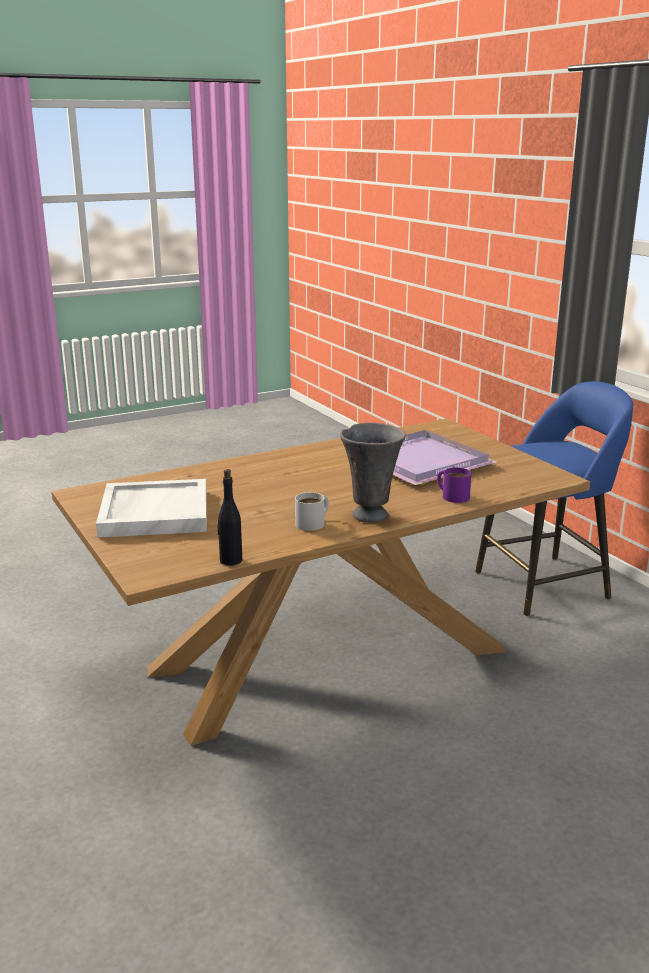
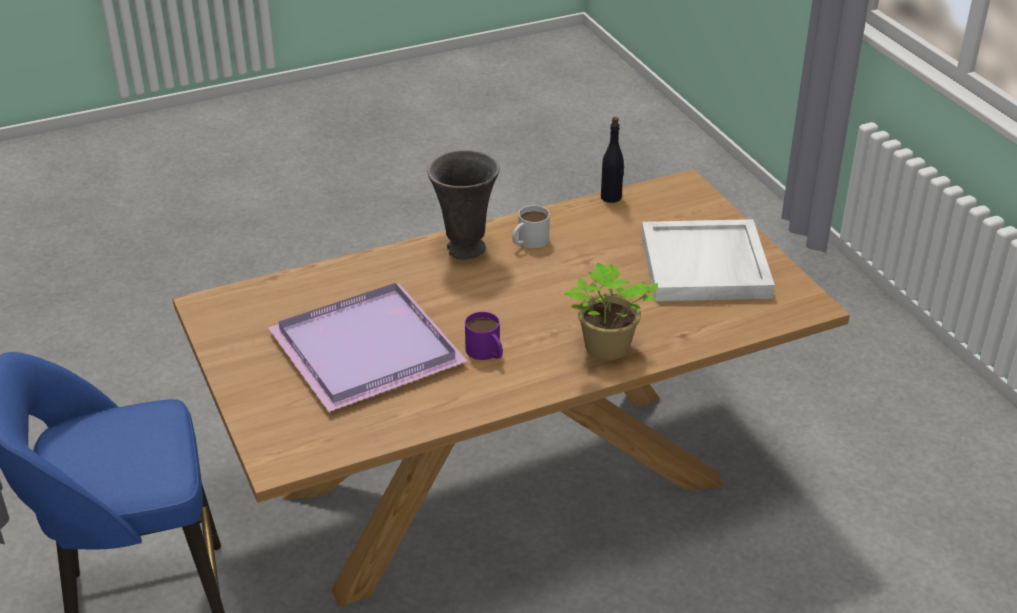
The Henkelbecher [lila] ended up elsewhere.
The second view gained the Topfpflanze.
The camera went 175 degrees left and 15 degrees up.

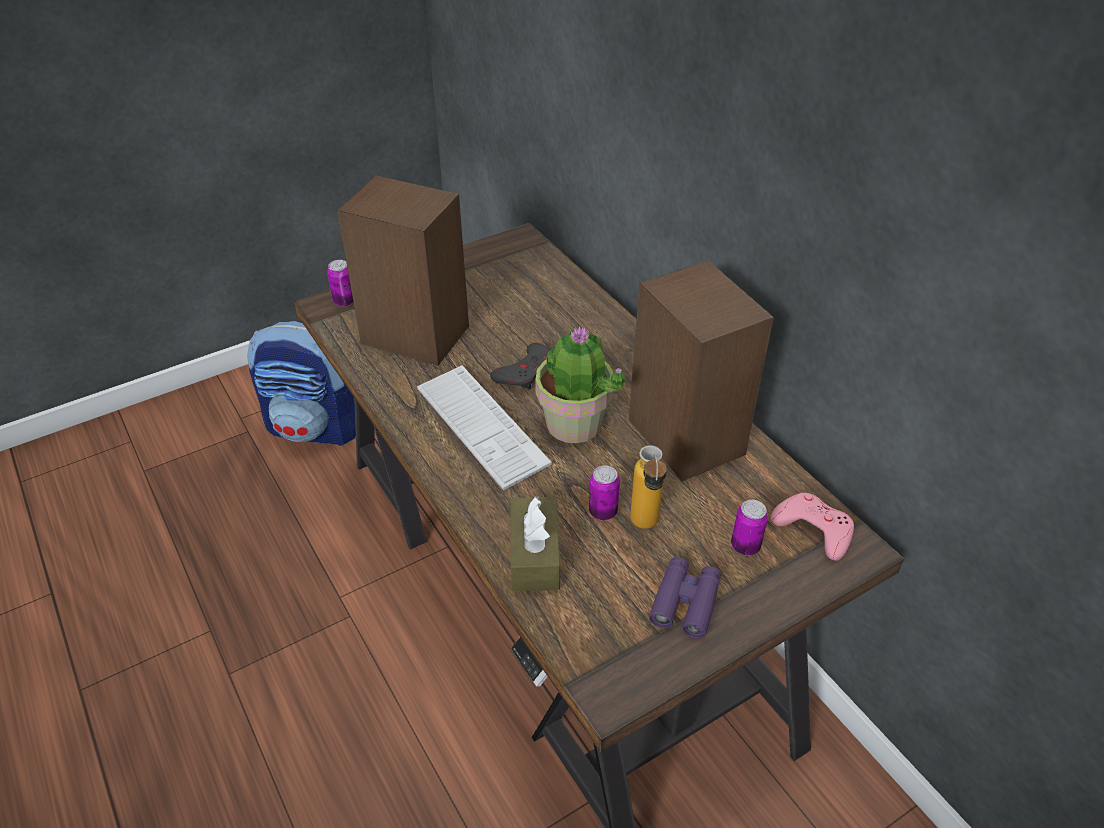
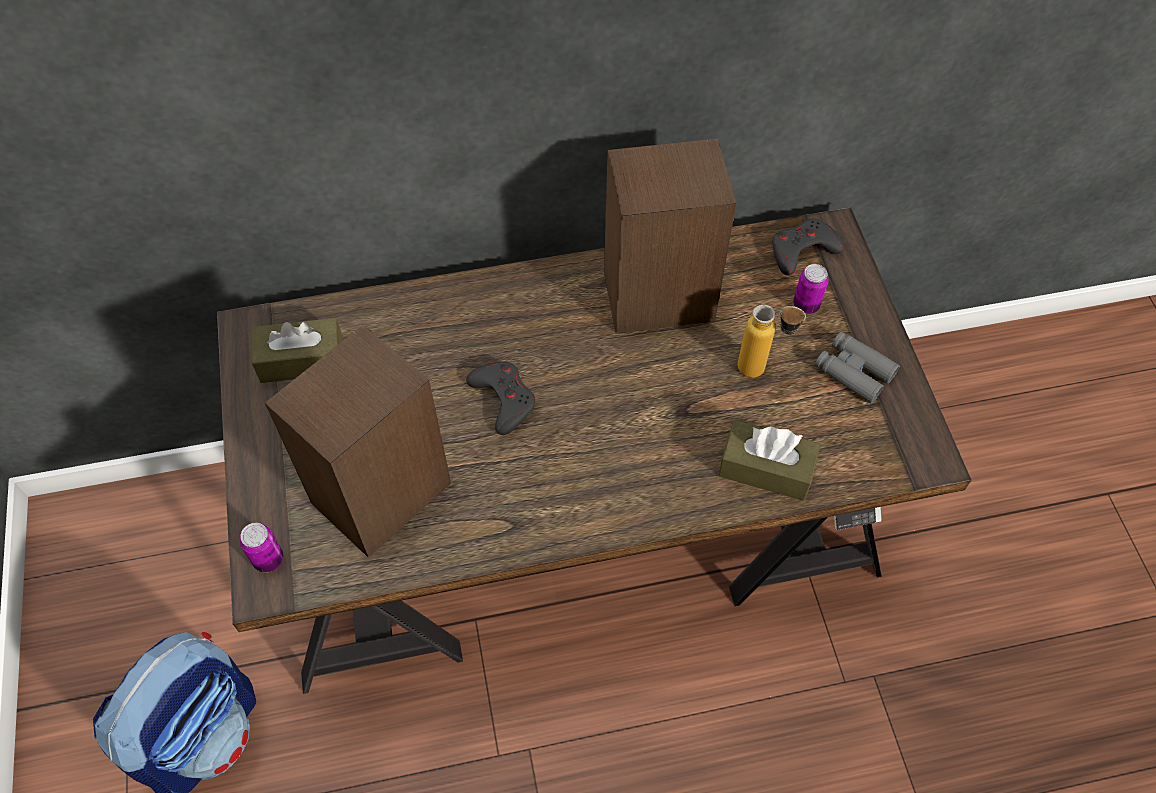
The second view lost the Topfpflanze.
The second view lost the Tastatur.
The second view lost the Dose (no. 2 from left).
What was the Gamepad [rosa] turned into the Gamepad [grau] (no. 2 from left).
What was the Fernglas [lila] turned into the Fernglas [grau].
The second view gained the Taschentuchbox [braun] (no. 1 from left).
The camera went 70 degrees left and 15 degrees up.

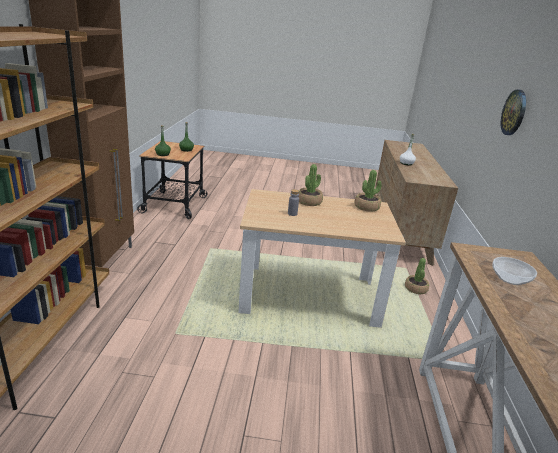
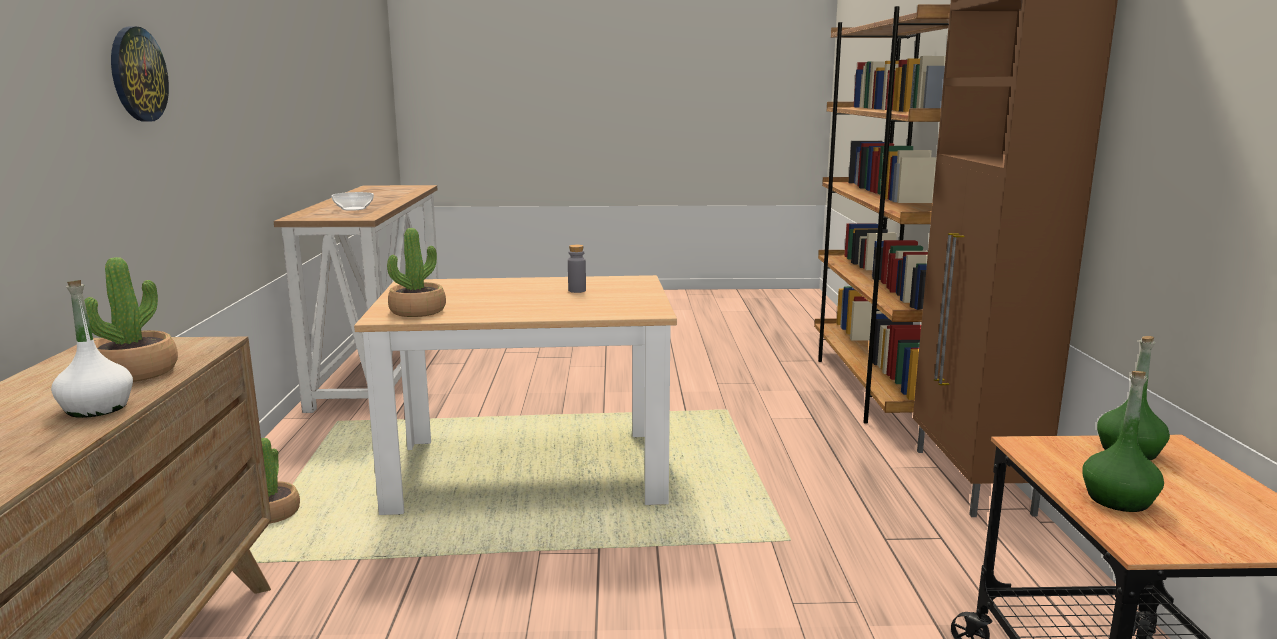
The Topfpflanze (no. 1 from left) ended up elsewhere.
The camera went 175 degrees right and 10 degrees down.

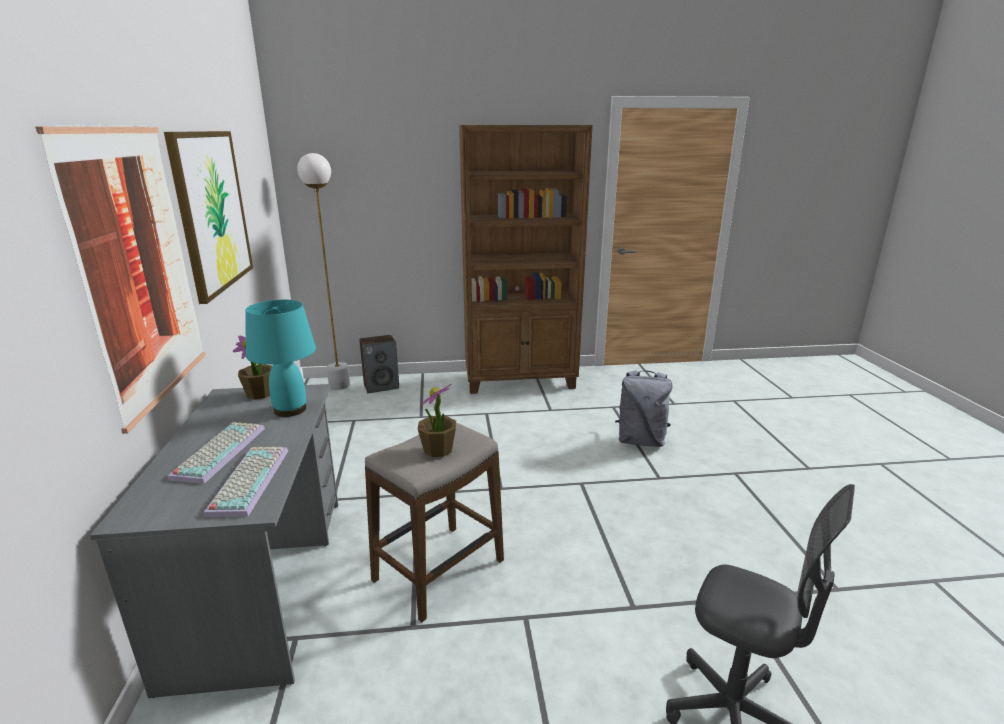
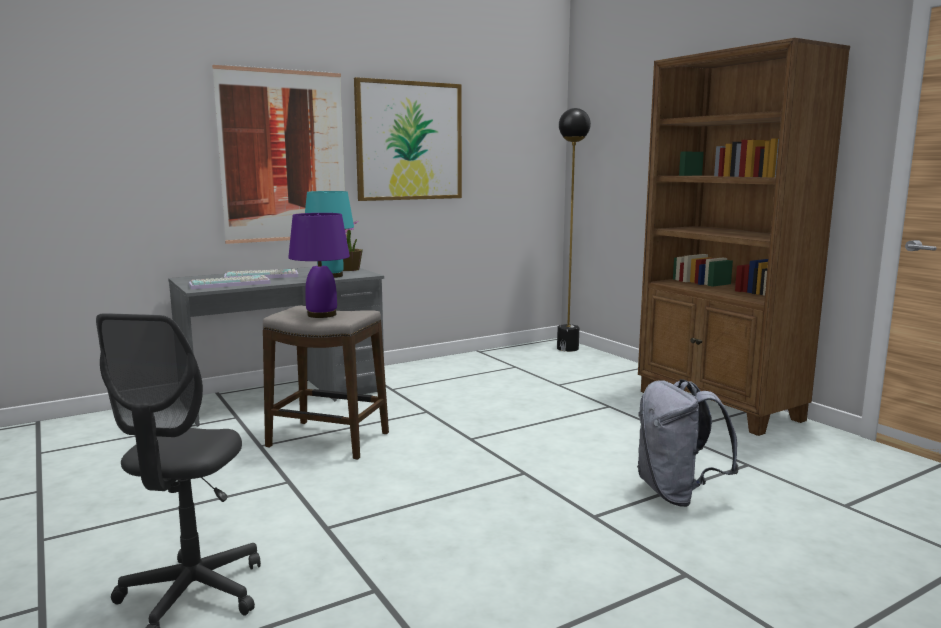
What was the Stehlampe [weiß] turned into the Stehlampe [schwarz].
The second view lost the Lautsprecher.
Where the Topfpflanze (no. 2 from left) stood, the Tischlampe [lila] came to stand.
The camera went 65 degrees right and 10 degrees down.

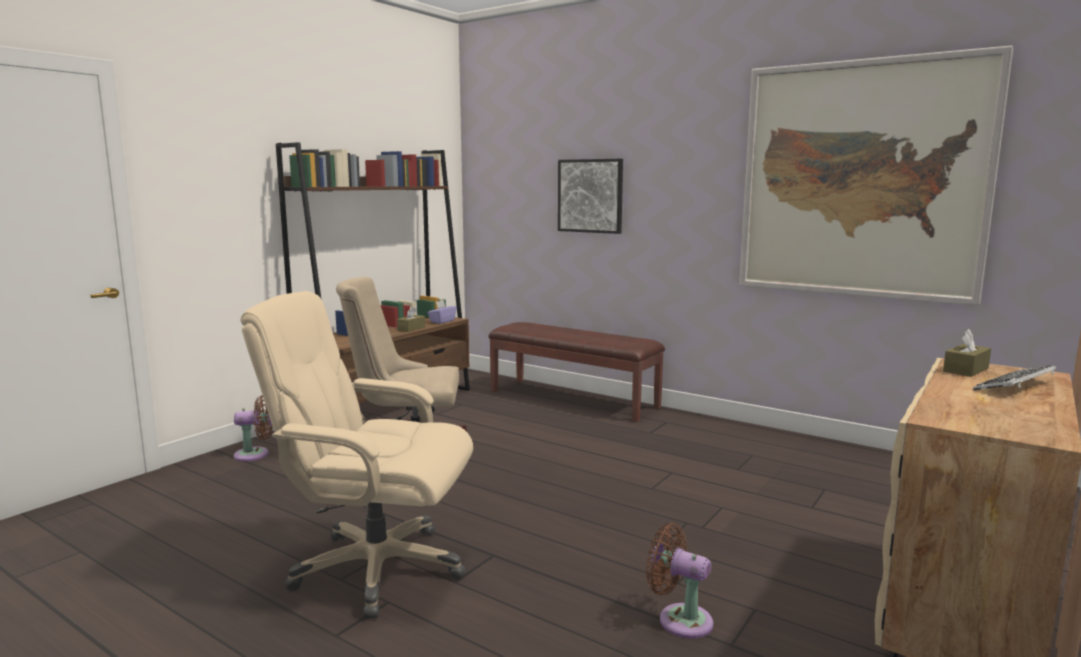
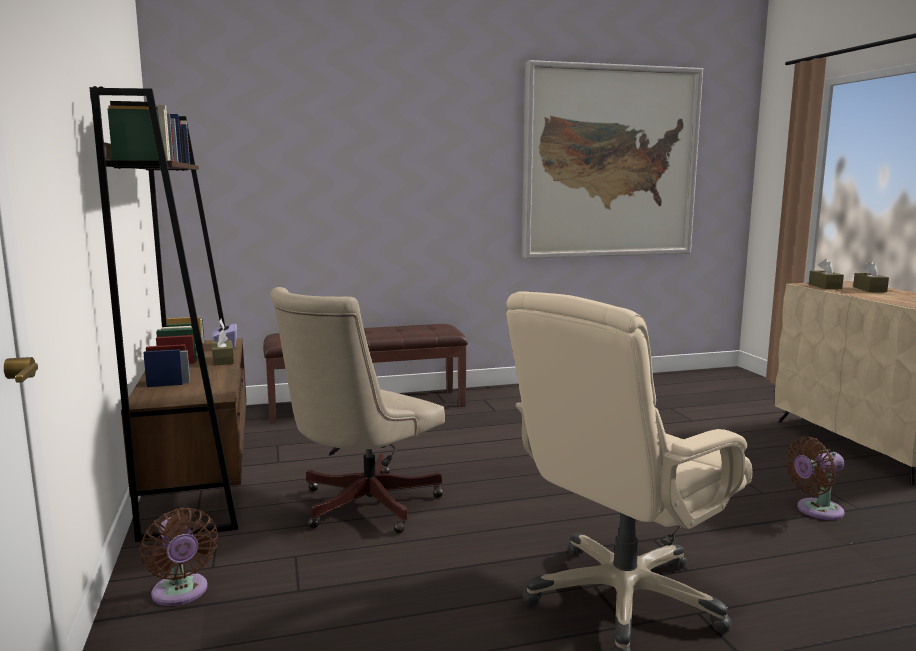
The second view lost the Bild (no. 1 from left).
Where the Tastatur stood, the Taschentuchbox [braun] (no. 3 from left) came to stand.
The Ventilator [braun] (no. 1 from left) ended up facing another way, 120 degrees clockwise from before.
The camera went 50 degrees left and 0 degrees up.

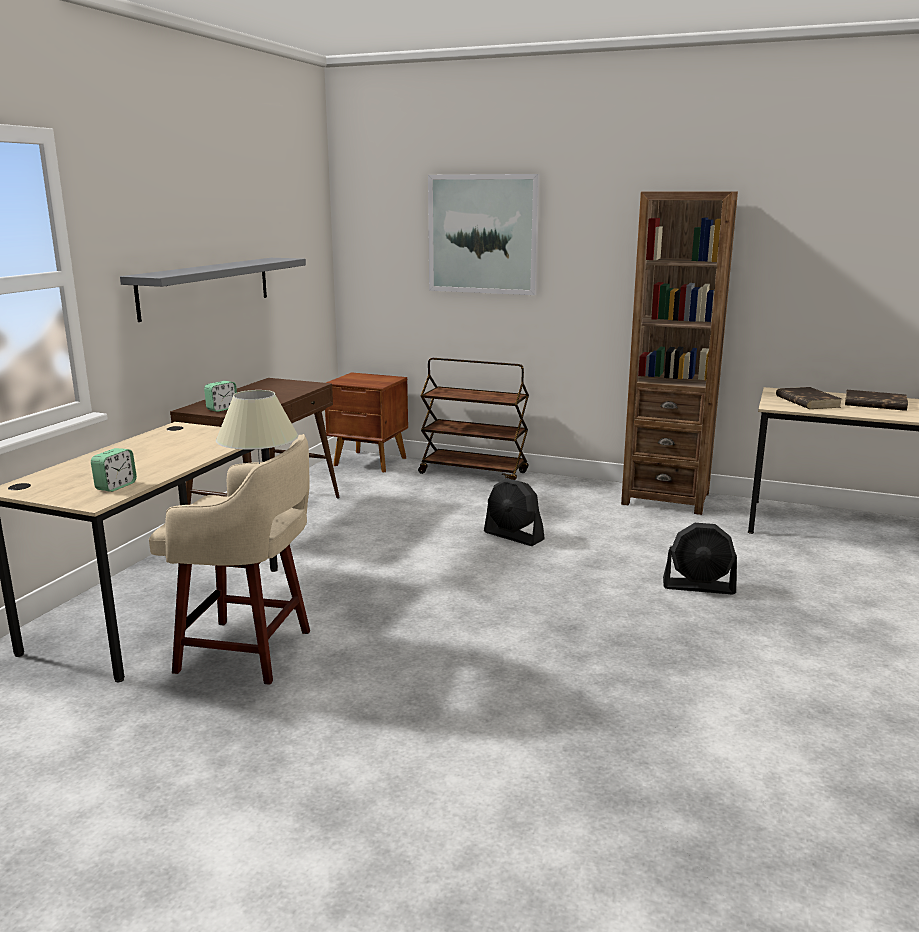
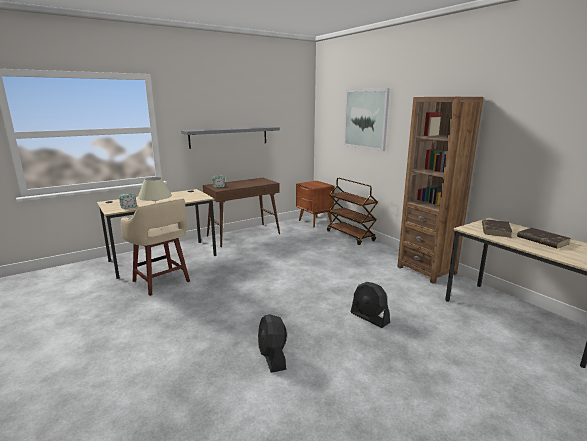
The Ventilator [schwarz] (no. 1 from left) ended up elsewhere.
The camera went 35 degrees right and 0 degrees up.

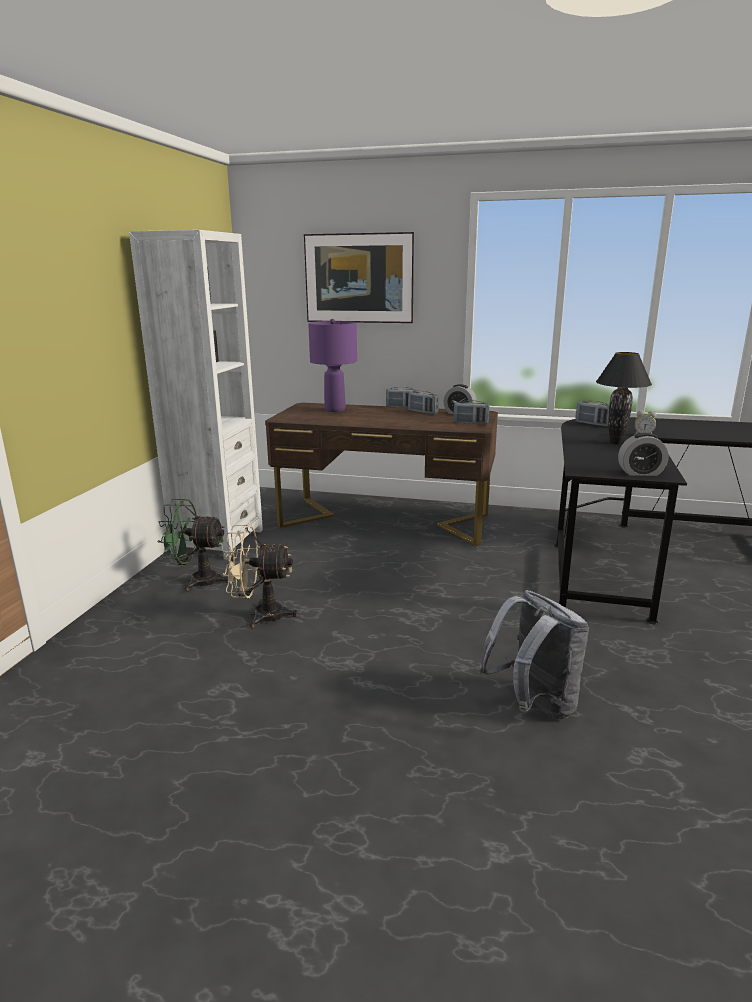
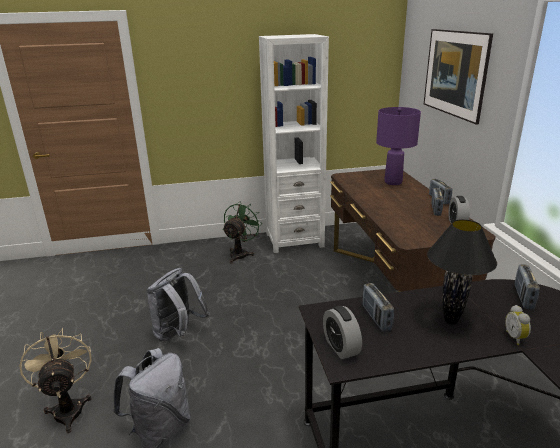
The Radio (no. 3 from left in the first image) ended up elsewhere.
The Ventilator [grün] ended up facing another way, 45 degrees clockwise from before.
The Ventilator [beige] ended up elsewhere.
The second view gained the Rucksack [grau] (no. 2 from left).
The camera went 65 degrees right and 5 degrees up.

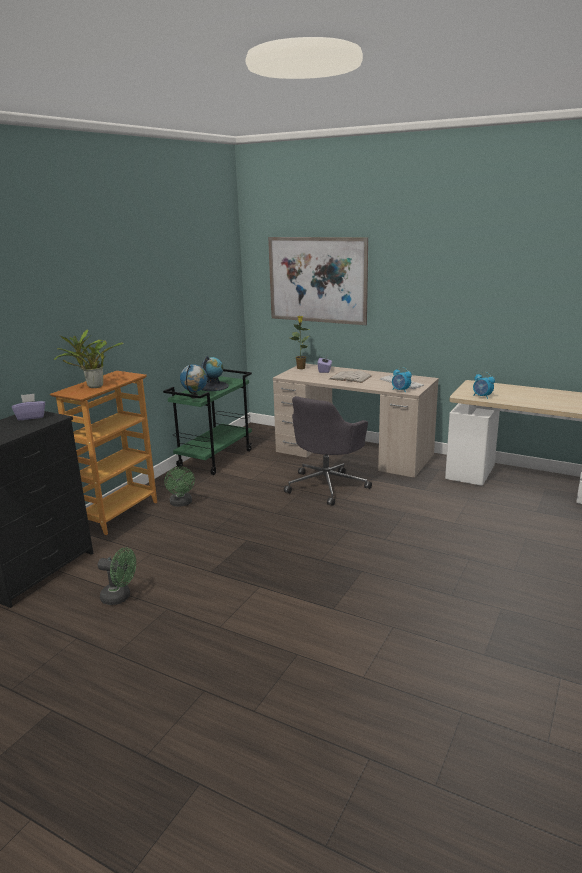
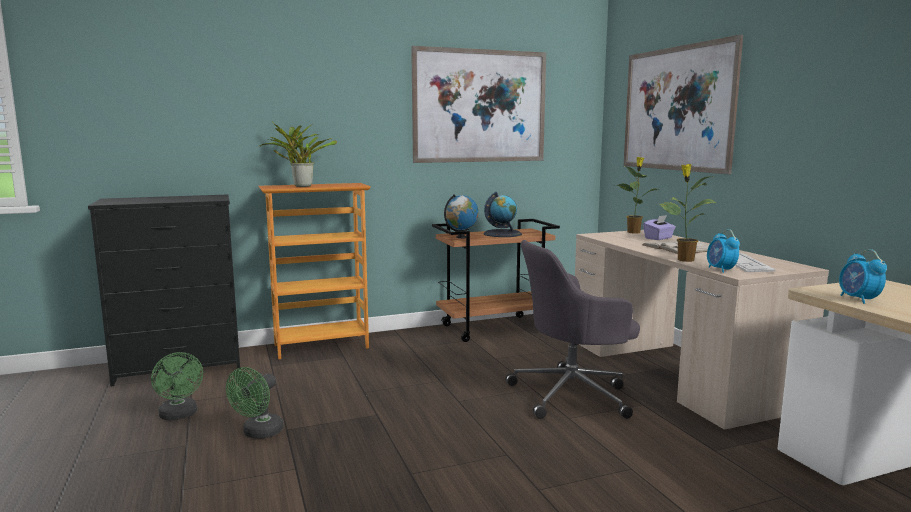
What was the Rollwagen [grün] turned into the Rollwagen [braun].
The second view lost the Taschentuchbox [lila] (no. 1 from left).
The Ventilator [grün] (no. 2 from left) ended up elsewhere.
The second view gained the Bild (no. 1 from left).
The second view gained the Topfpflanze (no. 3 from left).
The camera went 40 degrees right and 10 degrees down.

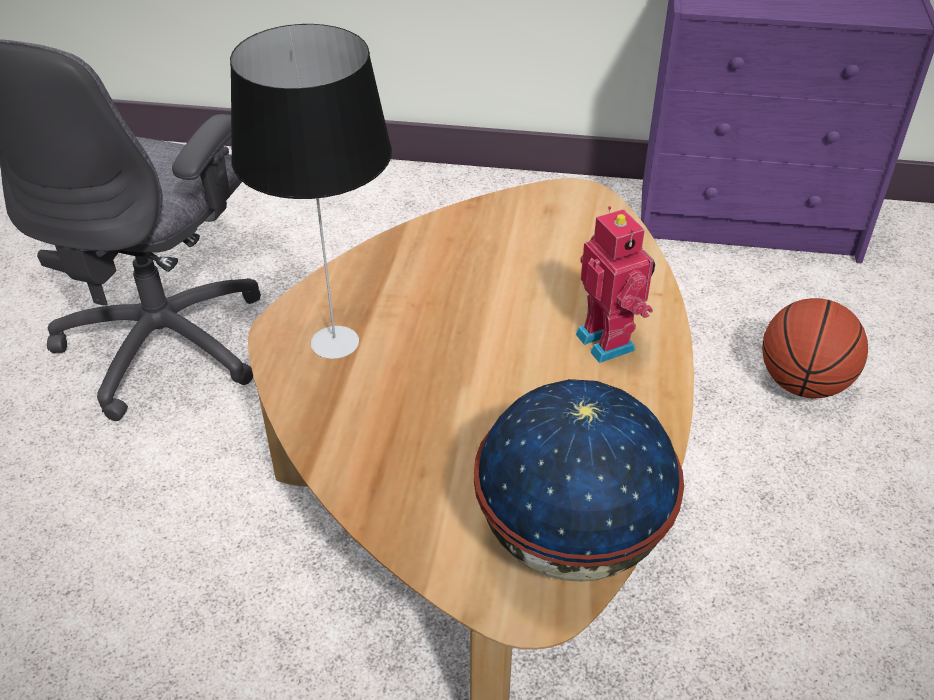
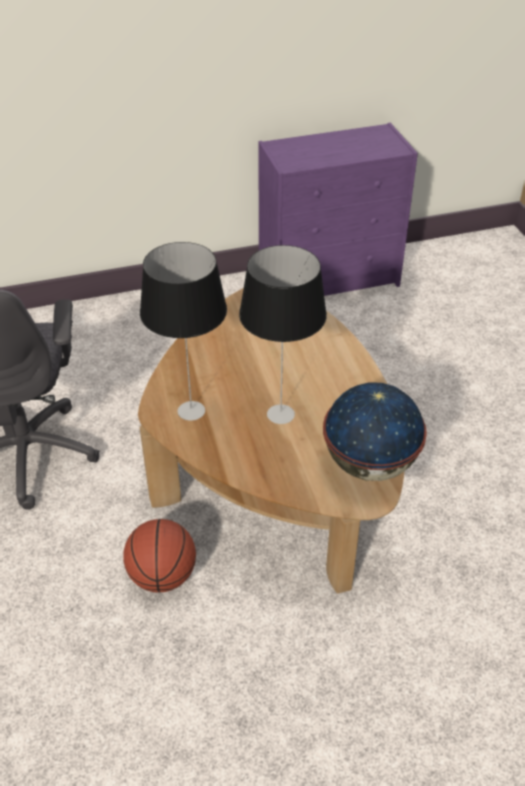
The second view lost the Spielzeugroboter.
The Basketball ended up elsewhere.
The second view gained the Tischlampe (no. 2 from left).
The camera went 25 degrees left and 0 degrees up.

